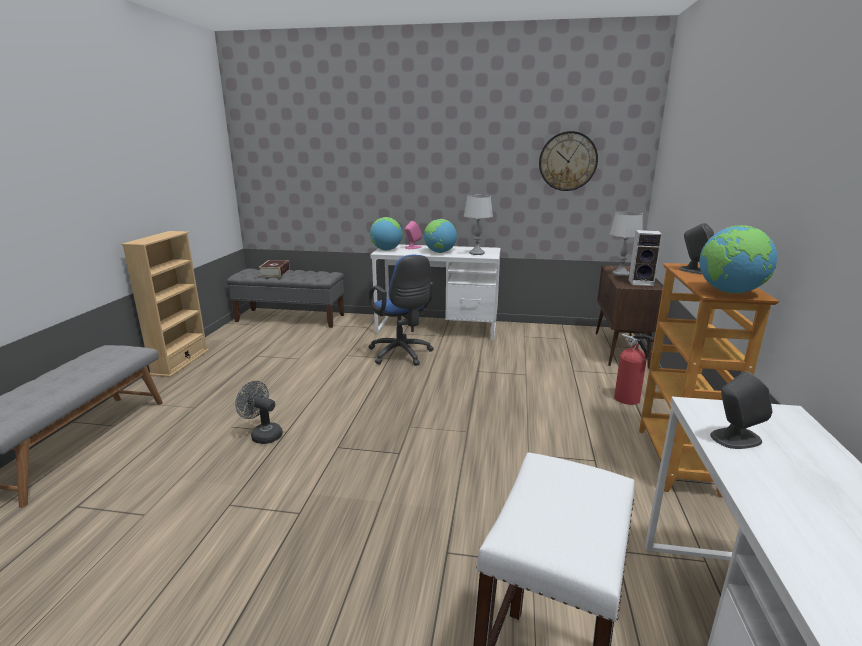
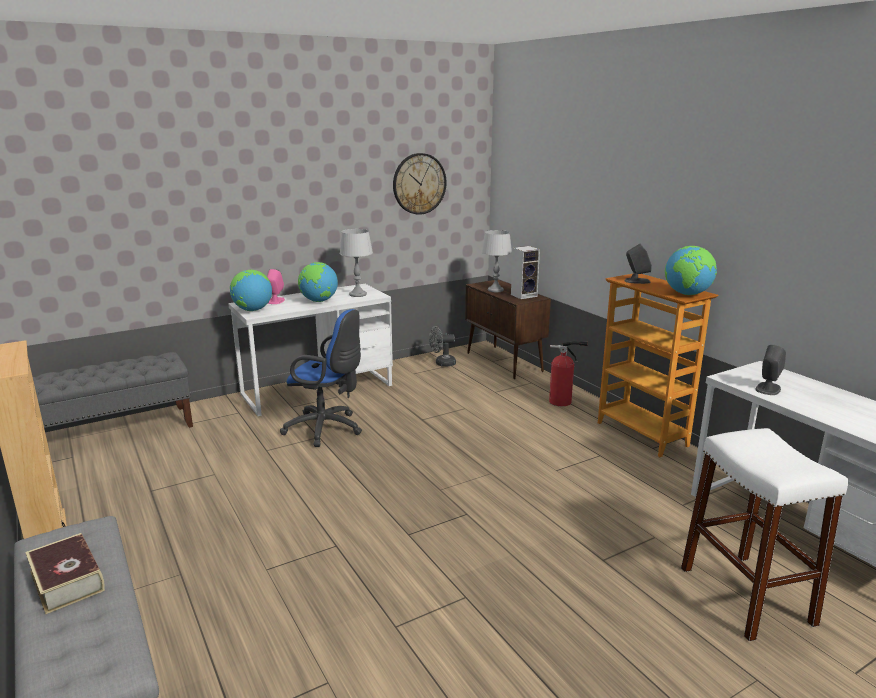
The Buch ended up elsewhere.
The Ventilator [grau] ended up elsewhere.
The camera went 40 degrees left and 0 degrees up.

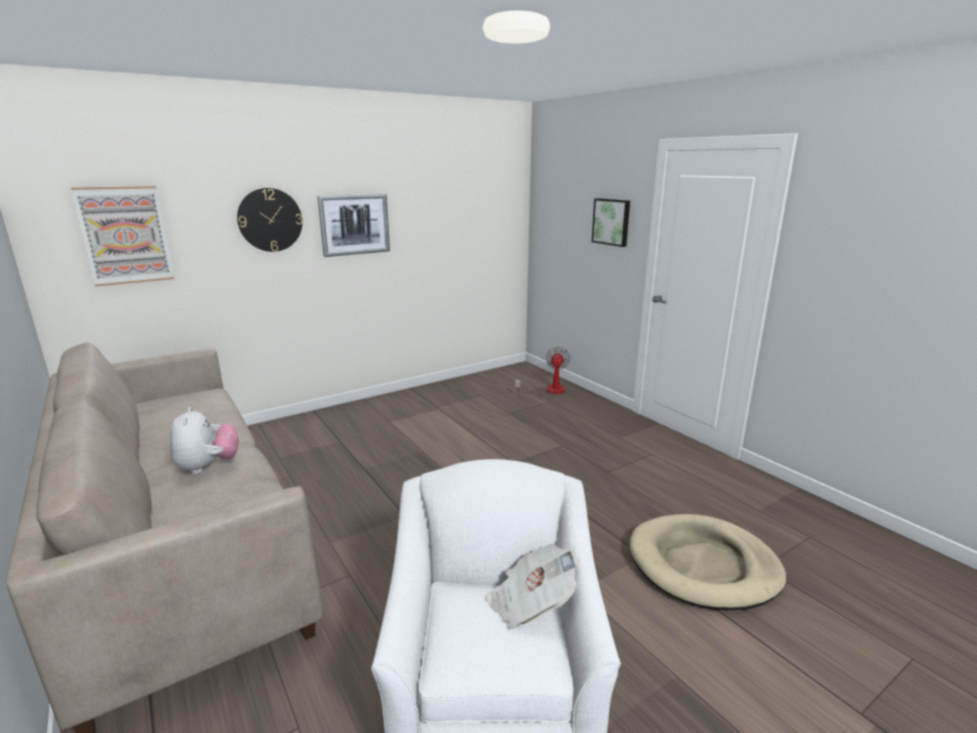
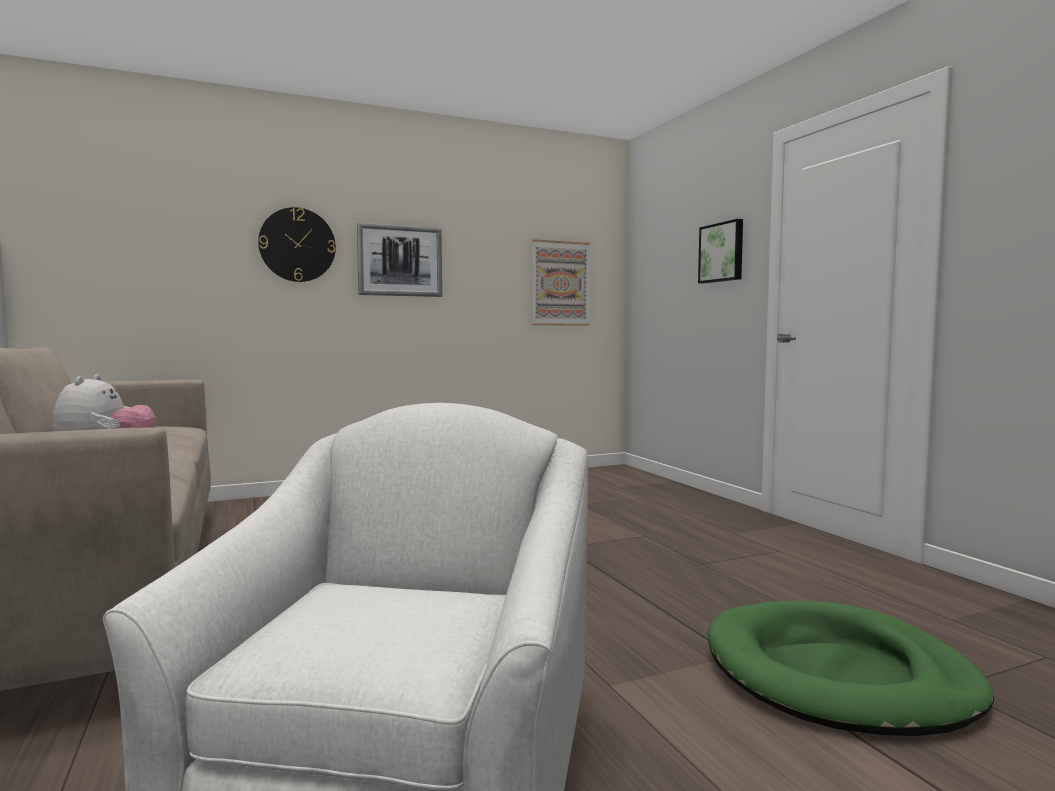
The Bild (no. 1 from left in the first image) ended up elsewhere.
The second view lost the Ventilator.
What was the Hundebett [beige] turned into the Hundebett [grün].
The second view lost the Zeitung.
The camera went 10 degrees right and 15 degrees down.

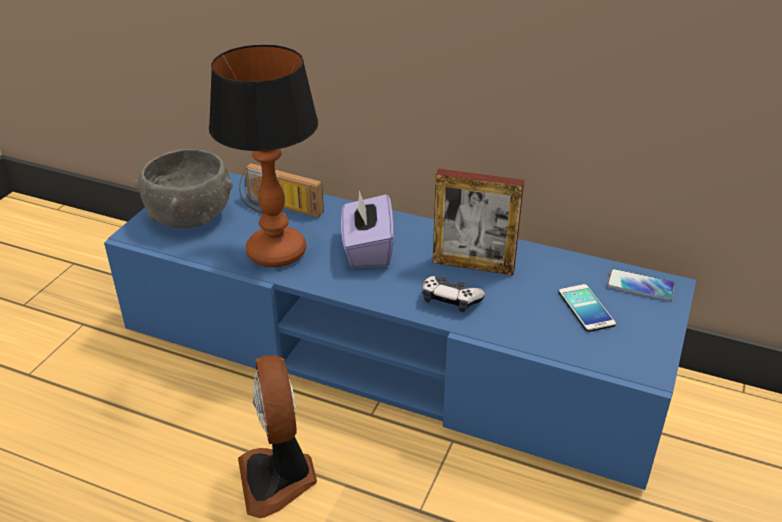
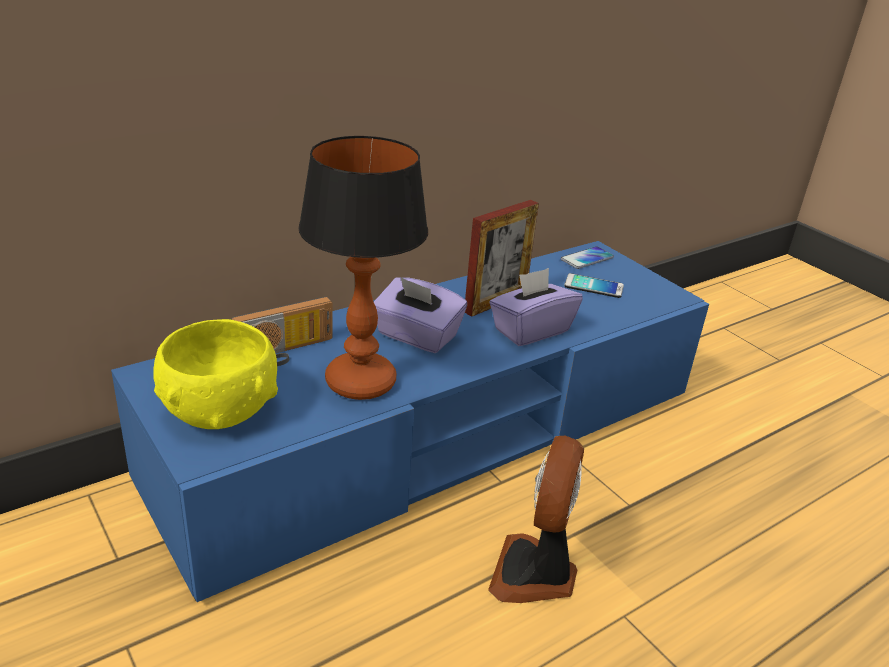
What was the Schüssel [grau] turned into the Schüssel [gelb].
Where the Gamepad stood, the Taschentuchbox [lila] (no. 2 from left) came to stand.
The Ventilator ended up facing another way, 90 degrees clockwise from before.
The camera went 60 degrees left and 5 degrees down.

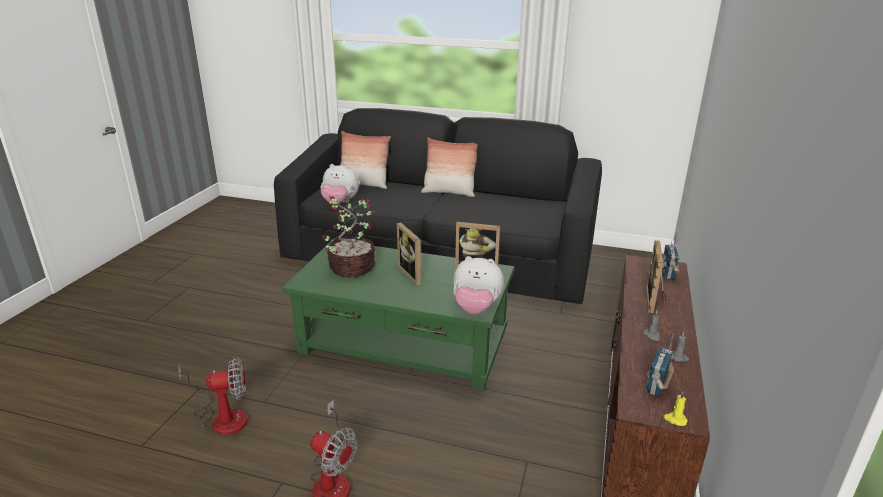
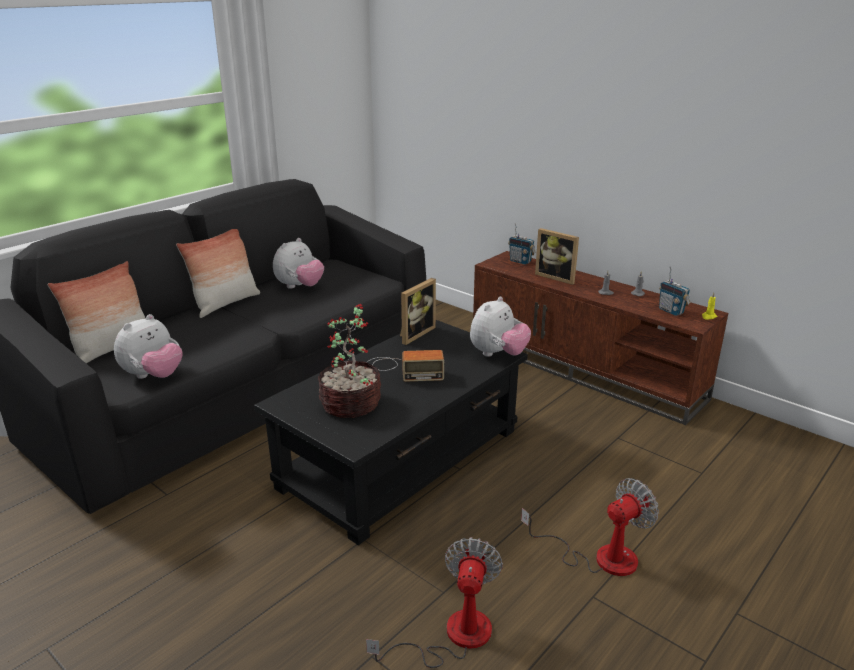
Where the Bilderrahmen (no. 1 from left) stood, the Radio (no. 1 from left) came to stand.
What was the Couchtisch [grün] turned into the Couchtisch [schwarz].
The second view gained the Plüschtier (no. 2 from left).
The camera went 65 degrees left and 0 degrees up.

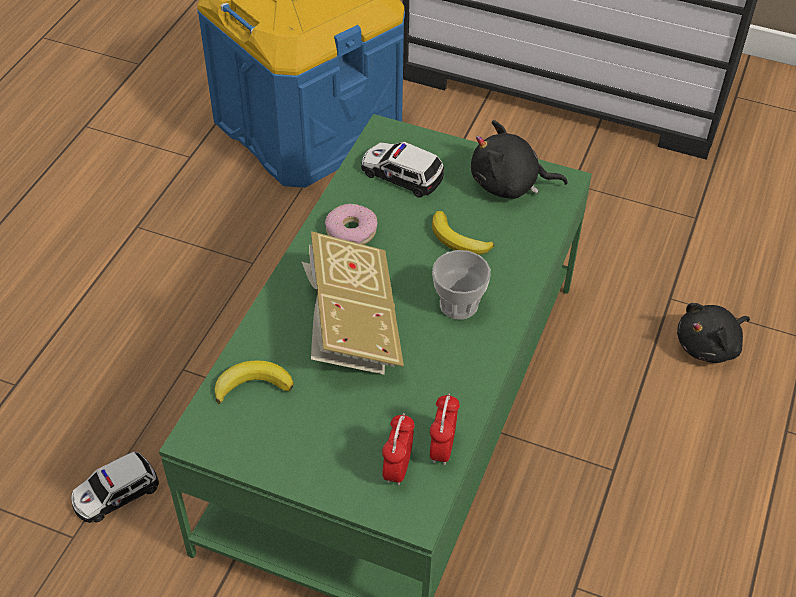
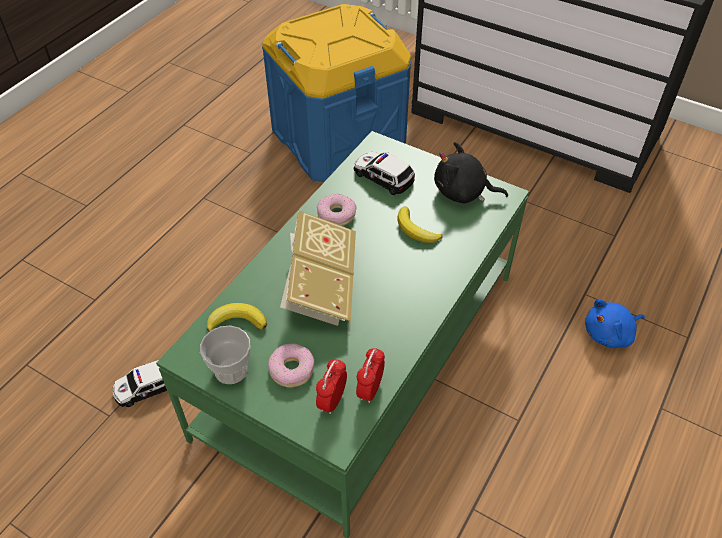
The Tasse ended up elsewhere.
What was the Plüschtier [schwarz] (no. 2 from left) turned into the Plüschtier [blau].
The second view gained the Donut (no. 1 from left).
The camera went 10 degrees right and 0 degrees up.

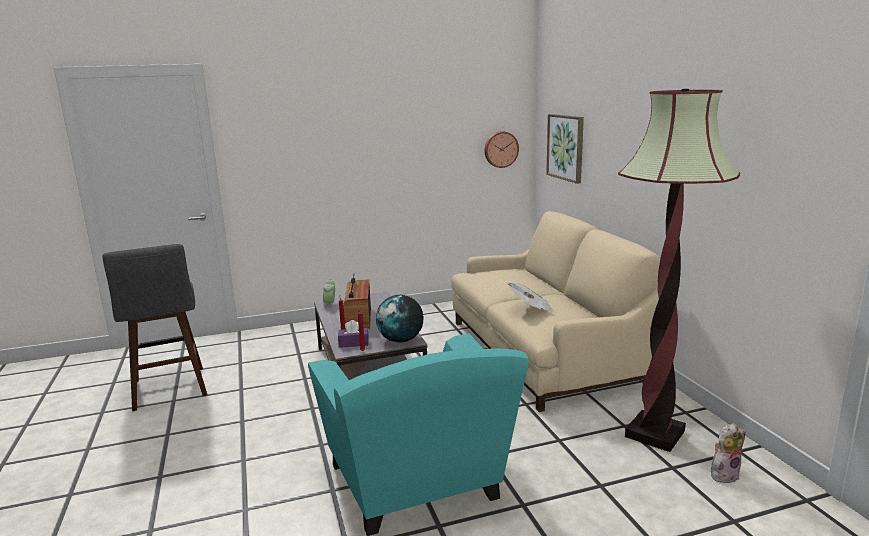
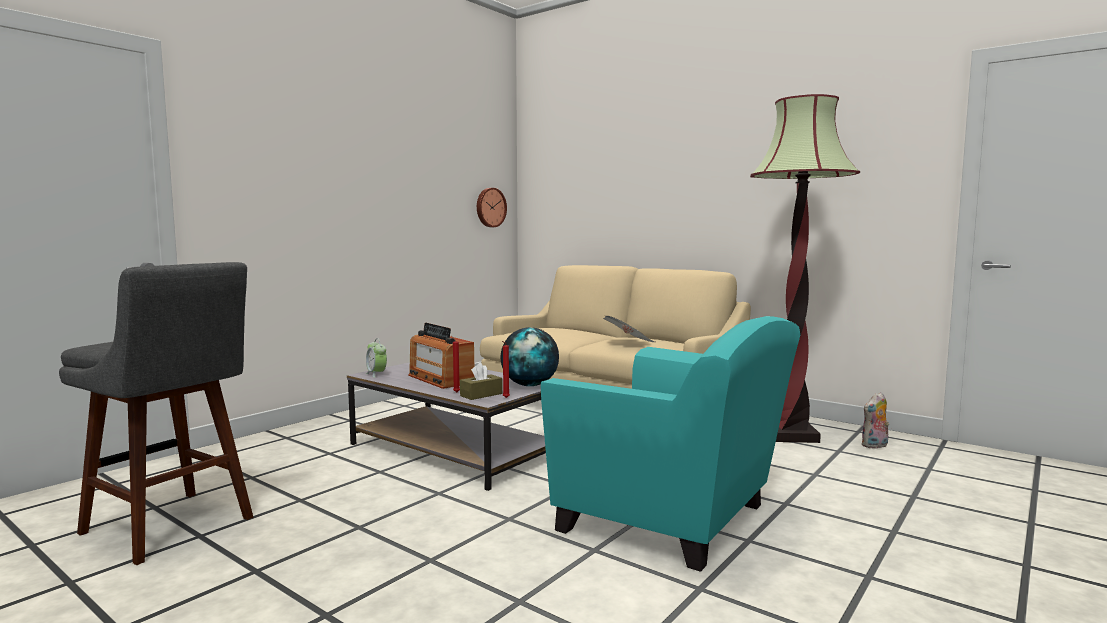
The second view lost the Bild.
What was the Taschentuchbox [lila] turned into the Taschentuchbox [braun].
The Plüschtier ended up facing another way, 150 degrees counterclockwise from before.
The camera went 35 degrees left and 10 degrees down.

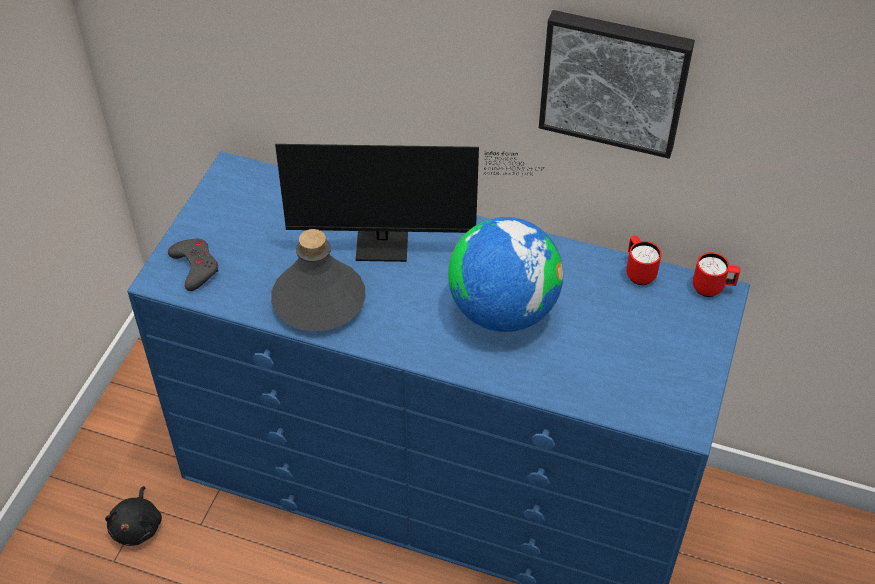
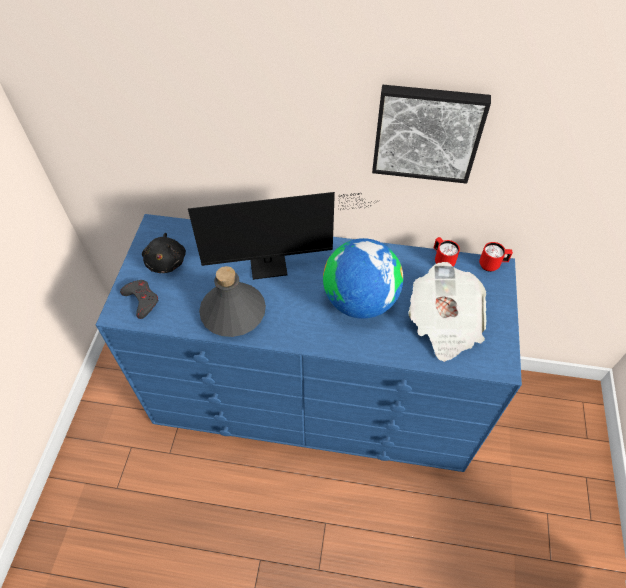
The Plüschtier [schwarz] ended up elsewhere.
The second view gained the Zeitung.
The camera went 10 degrees left and 5 degrees up.

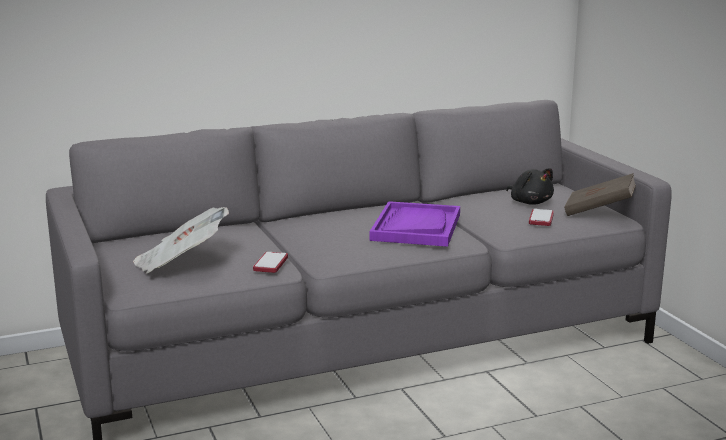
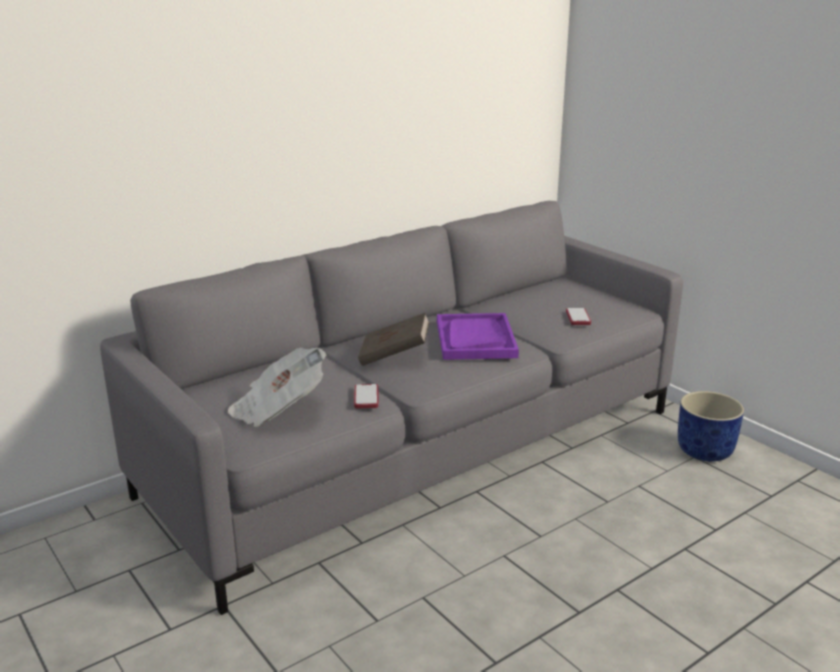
The second view lost the Plüschtier [schwarz].
The Buch [braun] ended up elsewhere.
The second view gained the Pflanzkübel [blau].
The camera went 15 degrees left and 5 degrees up.

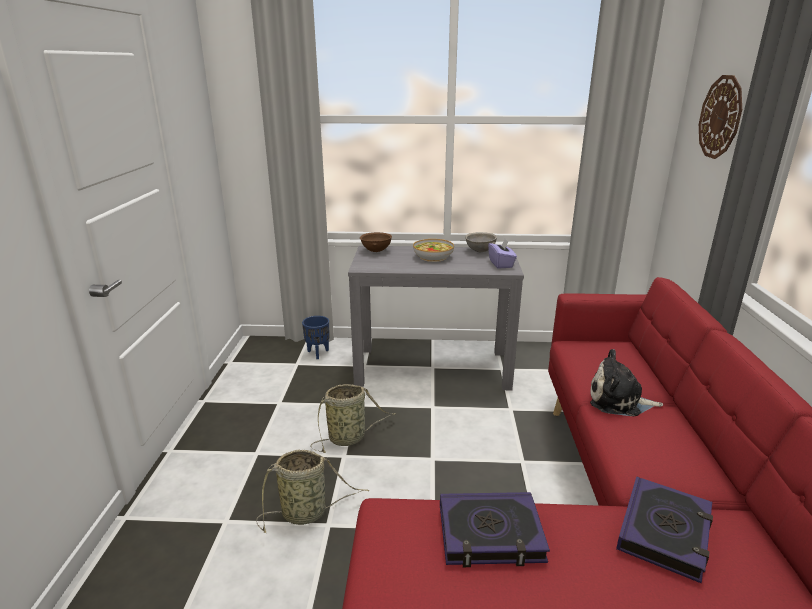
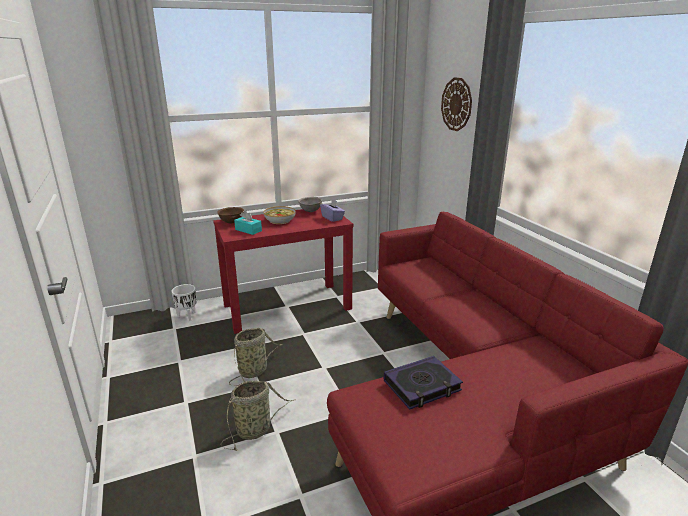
What was the Konsolentisch [grau] turned into the Konsolentisch [rot].
What was the Pflanzkübel [blau] turned into the Pflanzkübel [weiß].
The second view lost the Plüschtier.
The second view lost the Buch (no. 2 from left).
The second view gained the Taschentuchbox [türkis].
The camera went 25 degrees left and 0 degrees up.

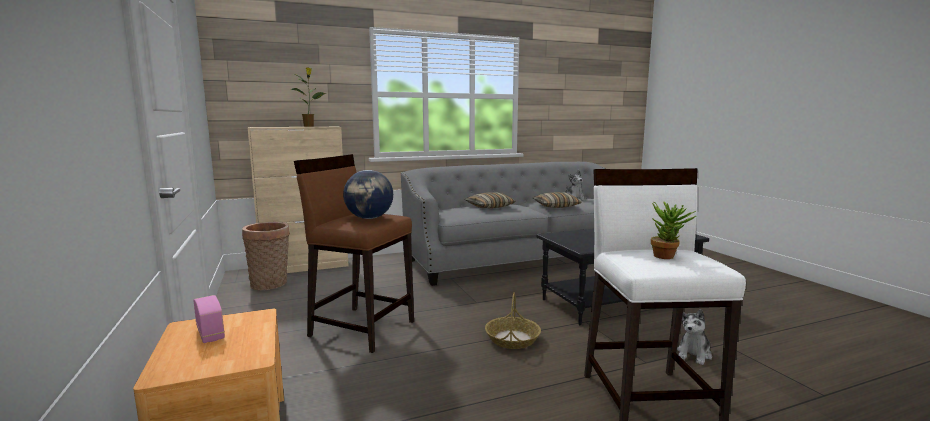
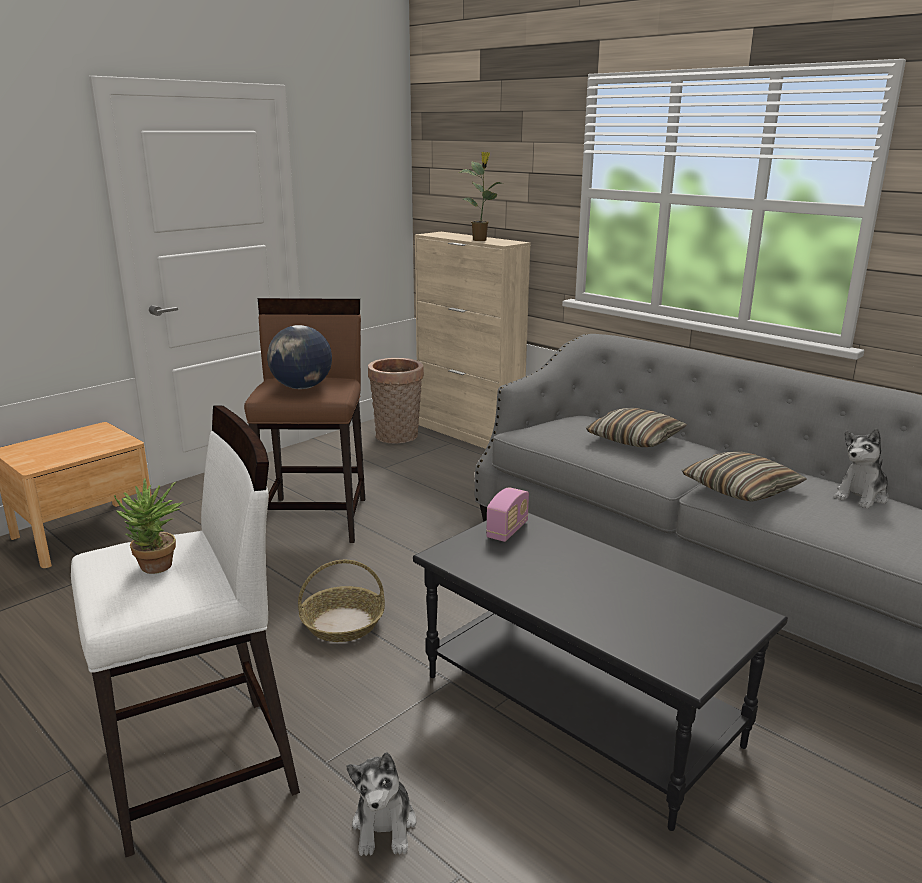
The Radio ended up elsewhere.
The Plüschtier (no. 2 from left in the first image) ended up facing another way, 105 degrees counterclockwise from before.
The camera went 65 degrees right and 10 degrees up.

